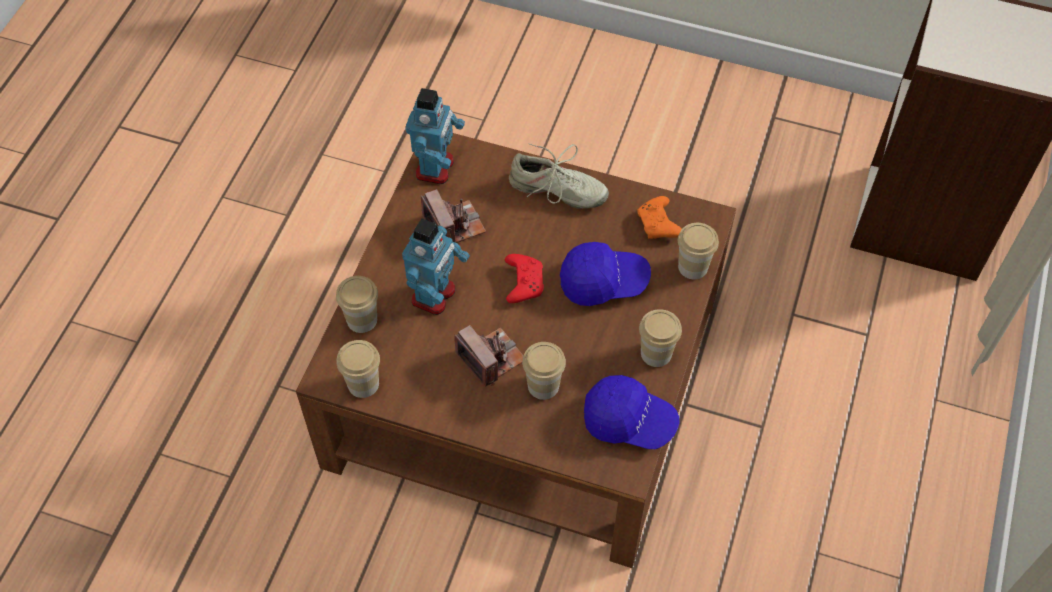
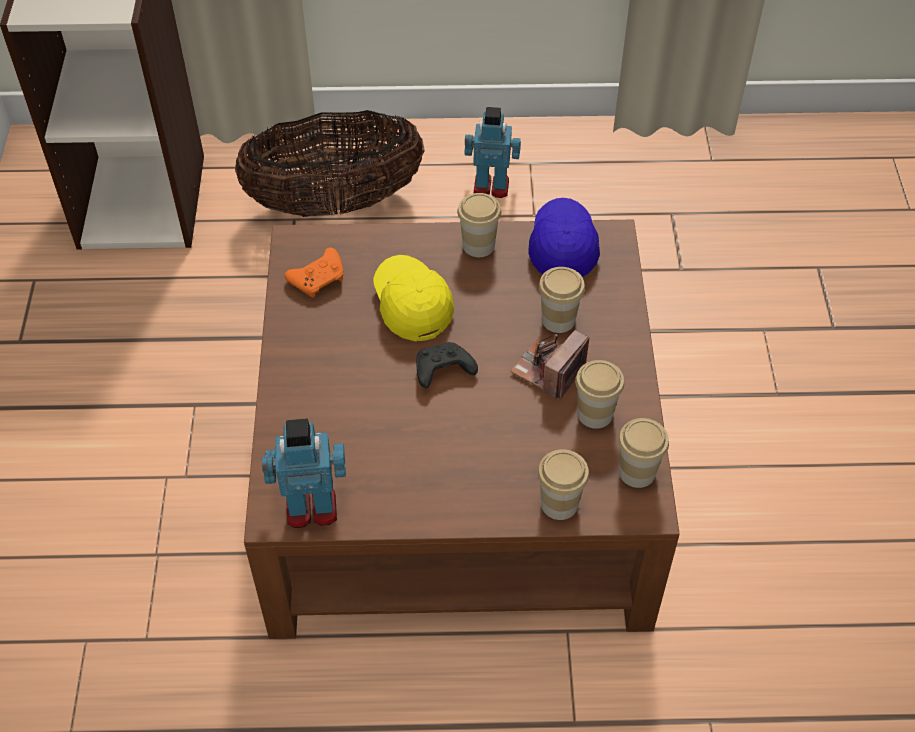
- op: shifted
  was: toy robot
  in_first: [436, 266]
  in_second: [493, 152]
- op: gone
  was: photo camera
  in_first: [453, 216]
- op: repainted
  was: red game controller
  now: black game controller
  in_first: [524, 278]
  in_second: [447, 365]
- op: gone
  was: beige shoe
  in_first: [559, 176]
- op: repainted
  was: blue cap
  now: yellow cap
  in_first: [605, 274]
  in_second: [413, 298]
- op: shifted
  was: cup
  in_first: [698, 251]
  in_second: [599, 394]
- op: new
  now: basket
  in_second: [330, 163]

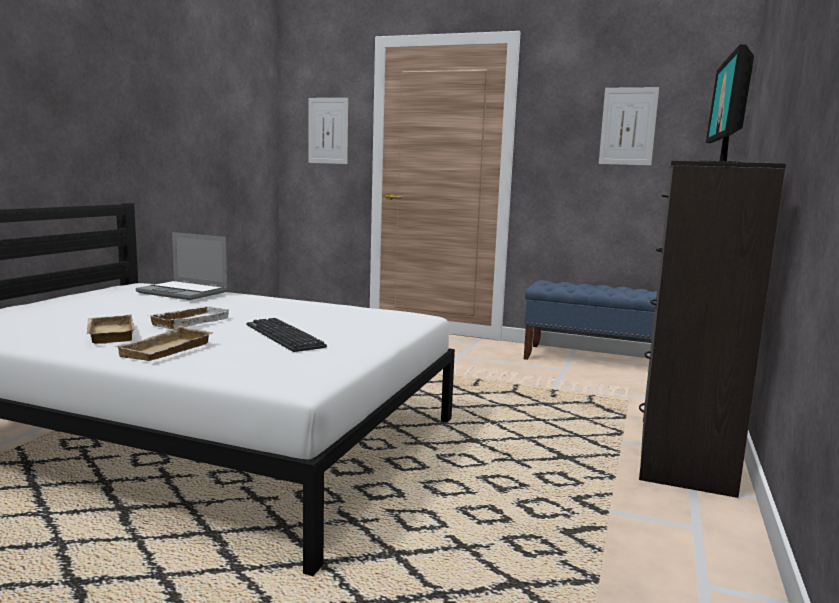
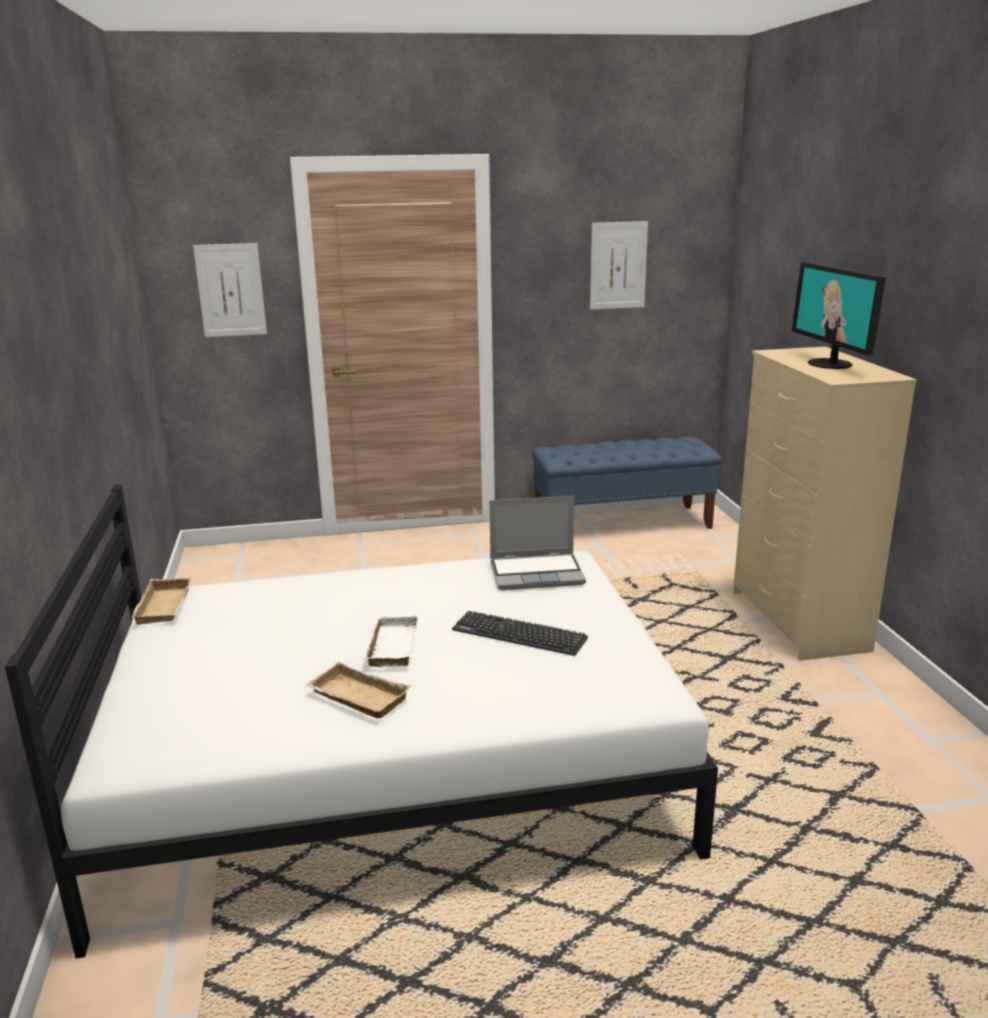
- op: shifted
  was: beige tray
  in_first: [164, 343]
  in_second: [162, 601]
- op: shifted
  was: laptop
  in_first: [182, 266]
  in_second: [537, 543]
- op: repainted
  was: black dresser
  now: beige dresser
  in_first: [712, 329]
  in_second: [825, 504]

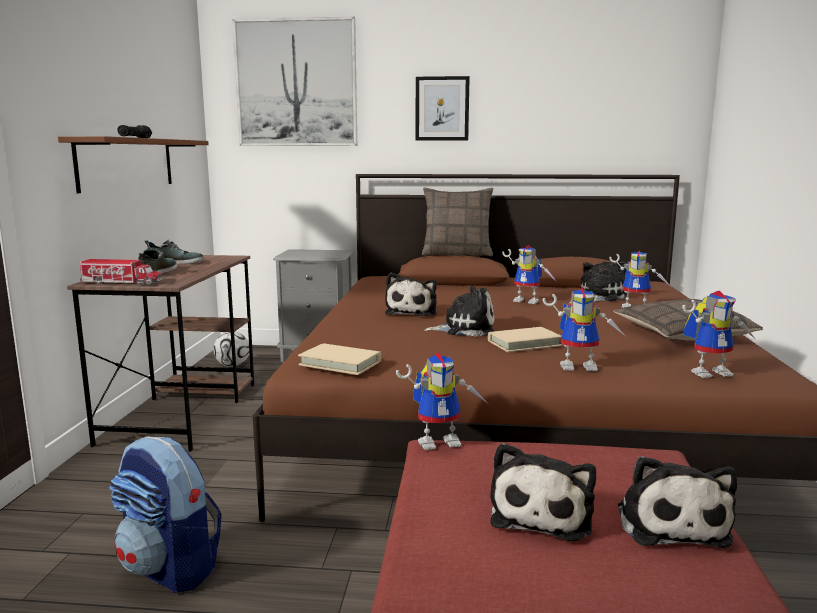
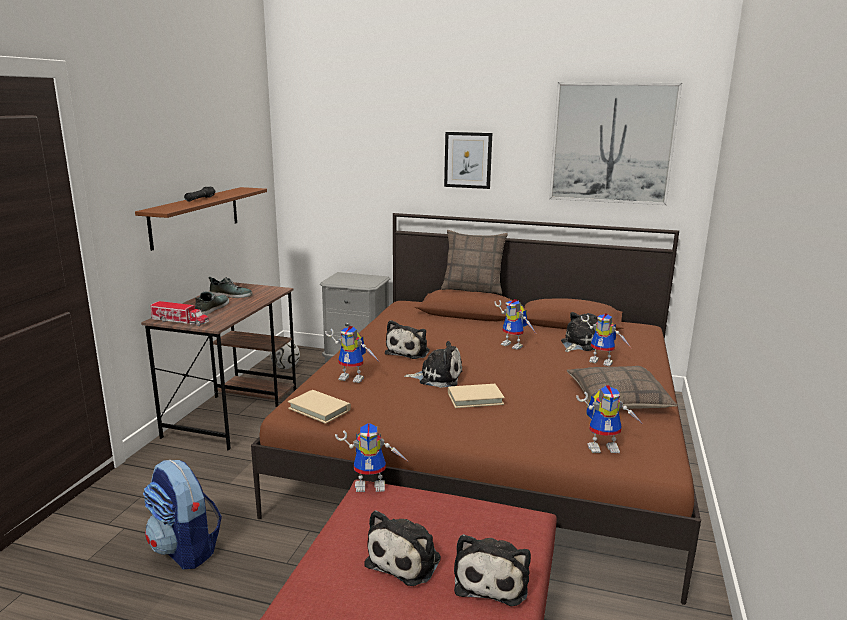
- op: shifted
  was: picture
  in_first: [294, 81]
  in_second: [615, 143]
- op: shifted
  was: toy robot
  in_first: [585, 329]
  in_second: [352, 354]

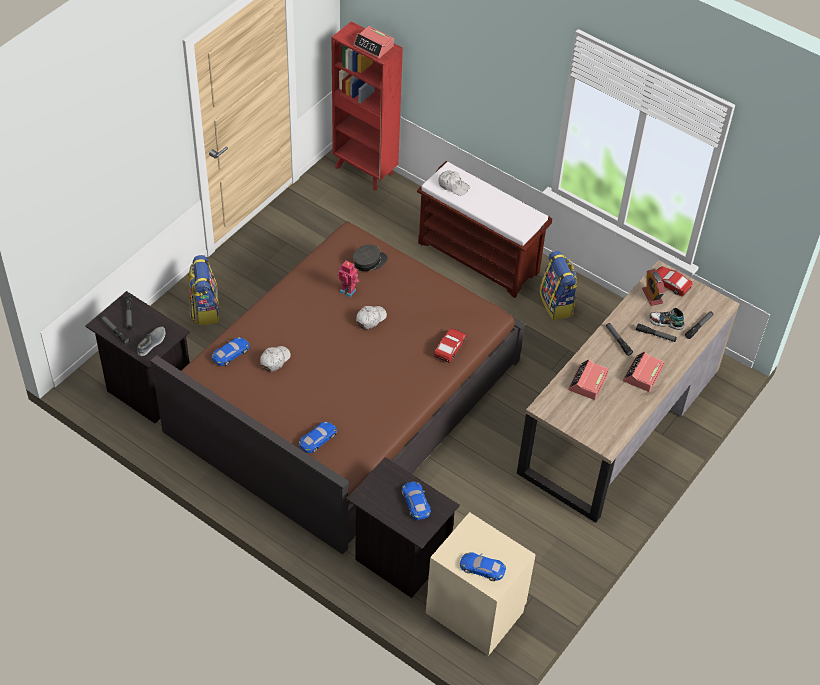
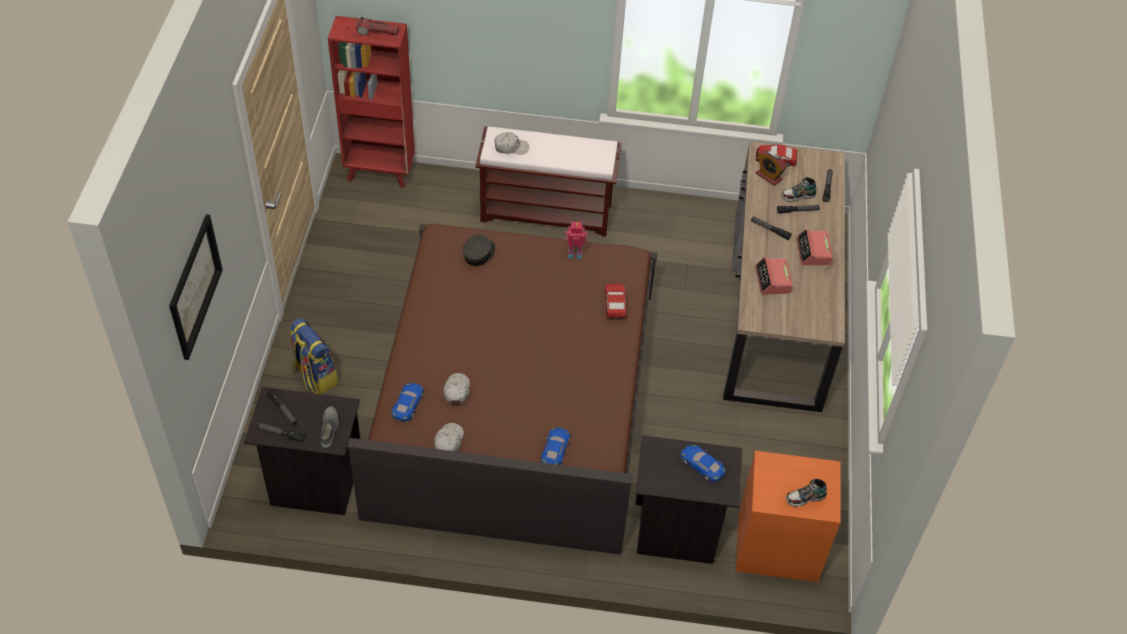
- op: shifted
  was: toy robot
  in_first: [348, 278]
  in_second: [576, 240]
- op: swapped
  was: alarm clock
  now: flashlight
  in_first: [373, 42]
  in_second: [377, 26]
- op: shifted
  was: white cap
  in_first: [371, 317]
  in_second: [449, 437]
- op: repainted
  was: beige nightstand
  now: orange nightstand
  in_first: [481, 584]
  in_second: [788, 516]
- op: swapped
  was: blue toy car
  now: shoe
  in_first: [483, 566]
  in_second: [806, 493]
- op: gone
  was: backpack
  in_first: [559, 285]
- op: new
  now: picture
  in_second: [196, 287]

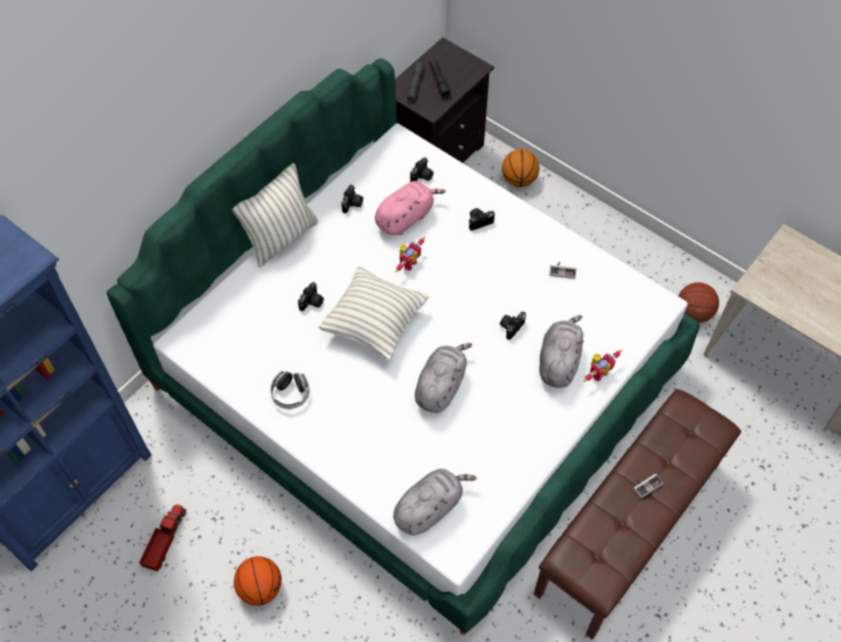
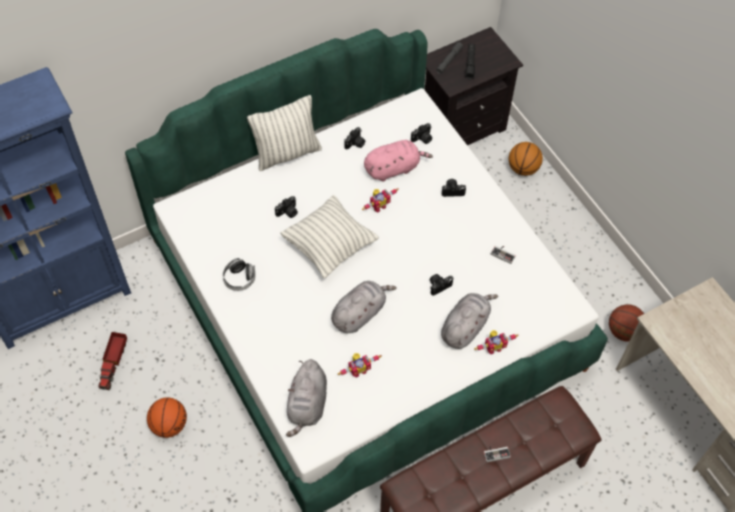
- op: rotated
  was: toy truck
  in_first: [162, 538]
  in_second: [112, 361]
  clockwise: 150
- op: rotated
  was: grey plush toy
  in_first: [435, 502]
  in_second: [306, 398]
  clockwise: 120
- op: new
  now: toy robot
  in_second: [360, 365]

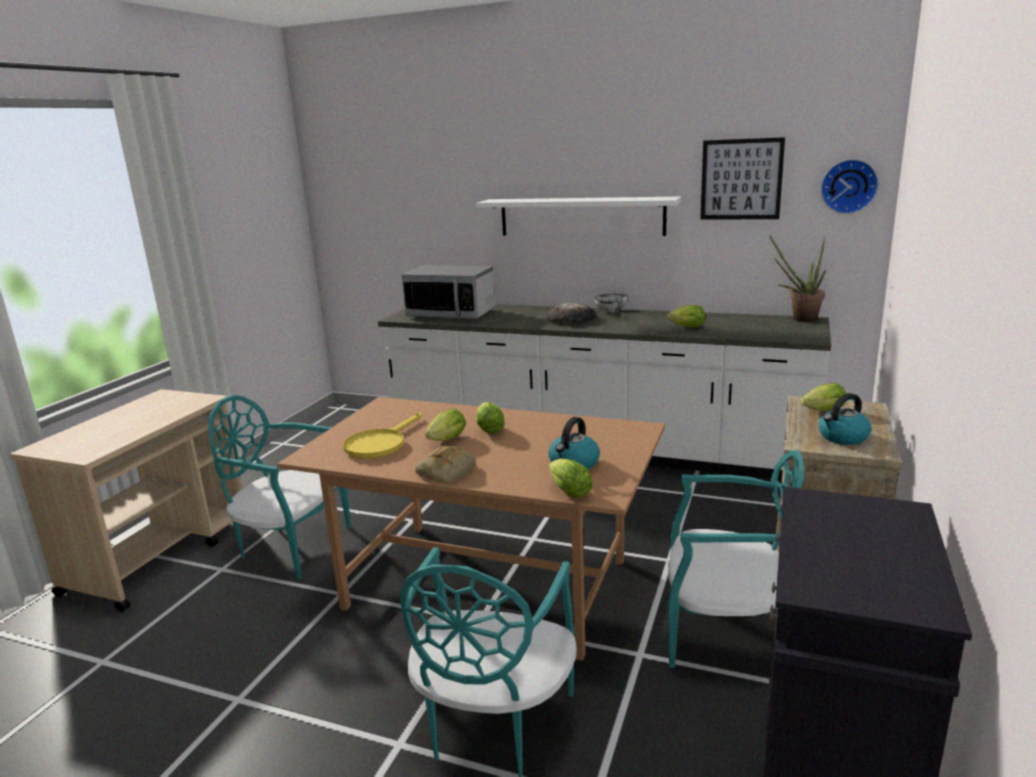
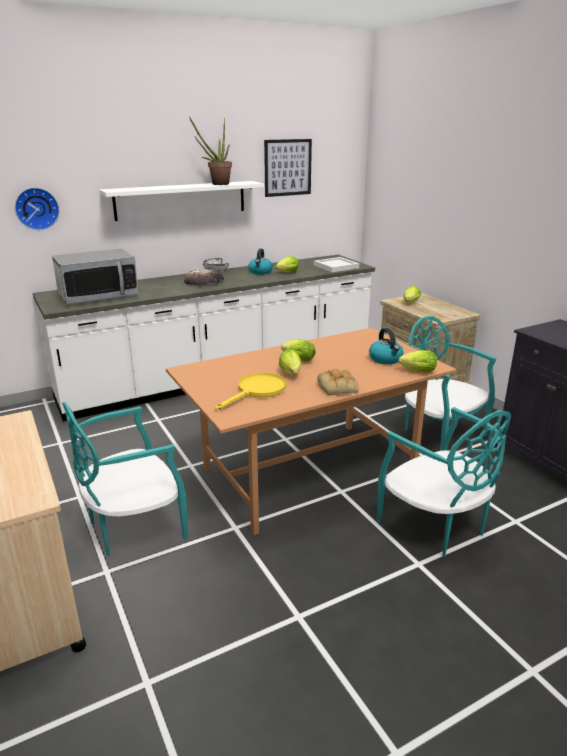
- op: rotated
  was: yellow frying pan
  in_first: [382, 435]
  in_second: [250, 391]
  clockwise: -120
- op: rotated
  was: turquoise chair
  in_first: [736, 559]
  in_second: [450, 383]
  clockwise: -90
- op: shifted
  was: potted plant
  in_first: [797, 278]
  in_second: [210, 150]
- op: shifted
  was: kettle
  in_first: [845, 419]
  in_second: [260, 262]
- op: shifted
  was: wall clock
  in_first: [850, 186]
  in_second: [37, 208]
- op: new
  now: white tray
  in_second: [336, 264]

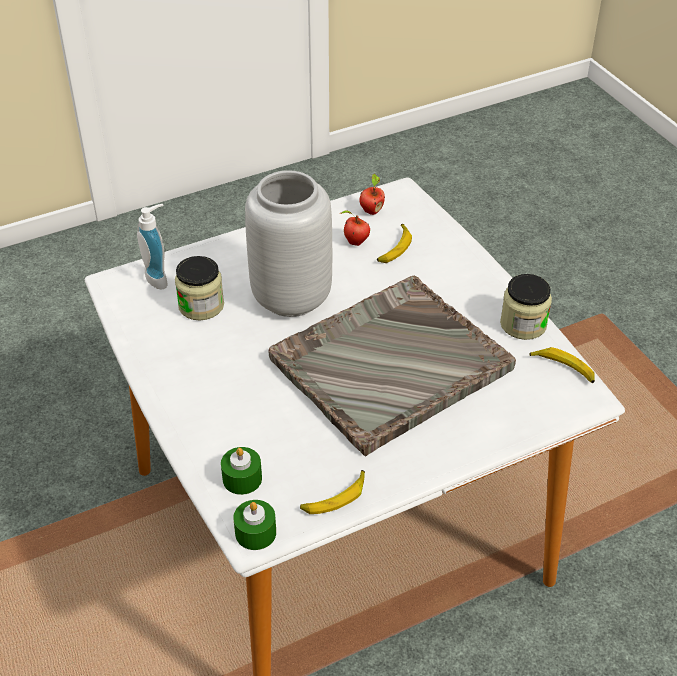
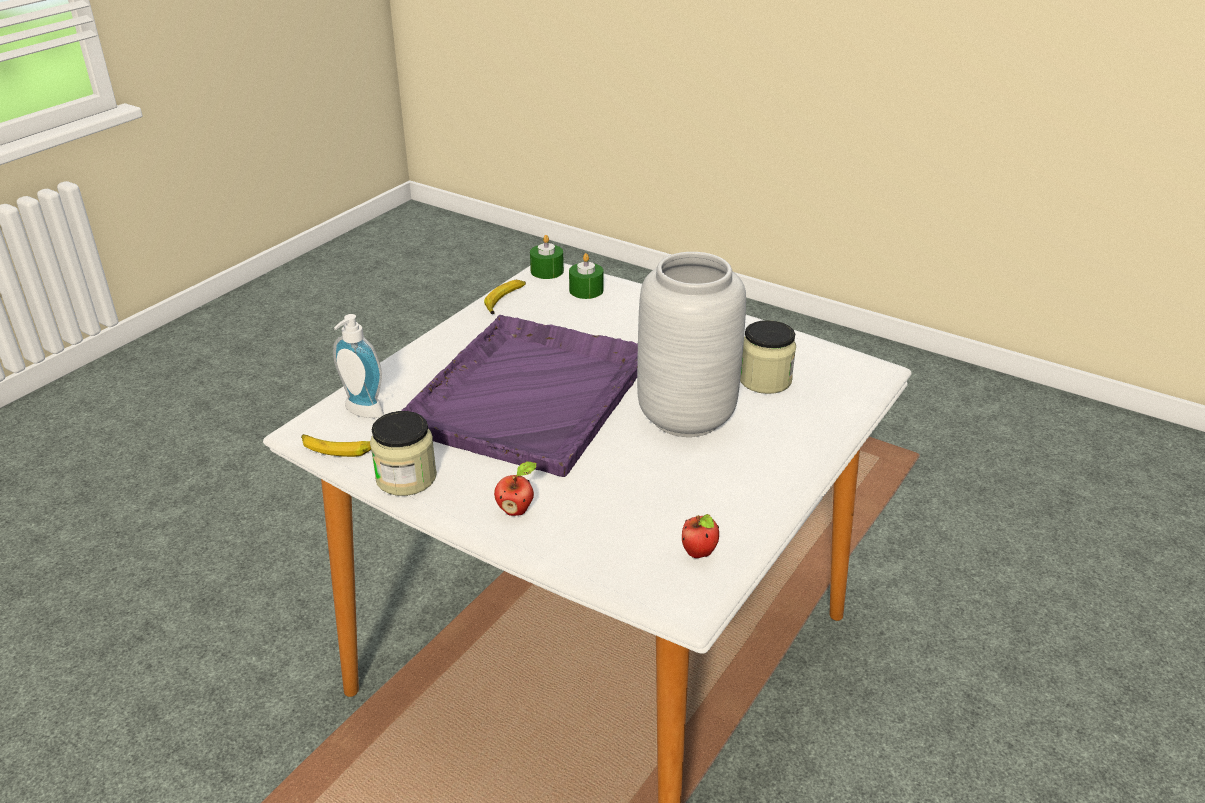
- op: shifted
  was: soap dispenser
  in_first: [152, 246]
  in_second: [358, 366]
- op: repainted
  was: grey tray
  now: purple tray
  in_first: [392, 366]
  in_second: [519, 396]
- op: shifted
  was: apple
  in_first: [355, 228]
  in_second: [515, 489]
- op: gone
  was: banana
  in_first: [394, 243]

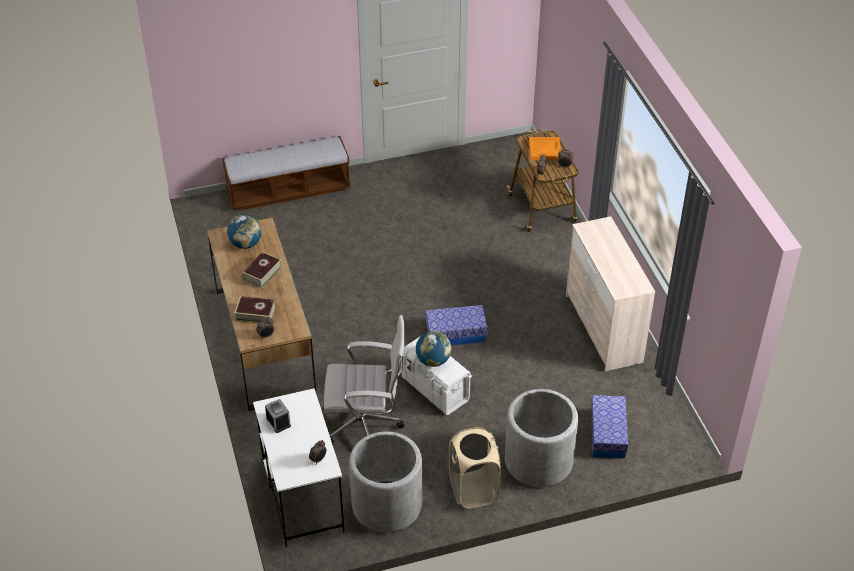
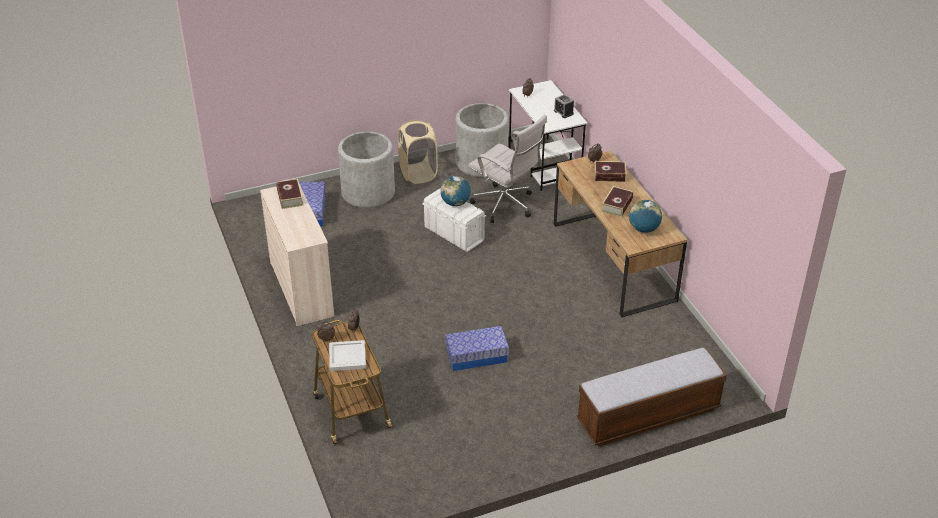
- op: rotated
  was: white office chair
  in_first: [364, 380]
  in_second: [507, 168]
  clockwise: -135
- op: shifted
  was: storage box
  in_first: [456, 325]
  in_second: [477, 348]
- op: repainted
  was: orange tray
  now: white tray
  in_first: [545, 148]
  in_second: [347, 355]
- op: new
  now: book
  in_second: [290, 194]

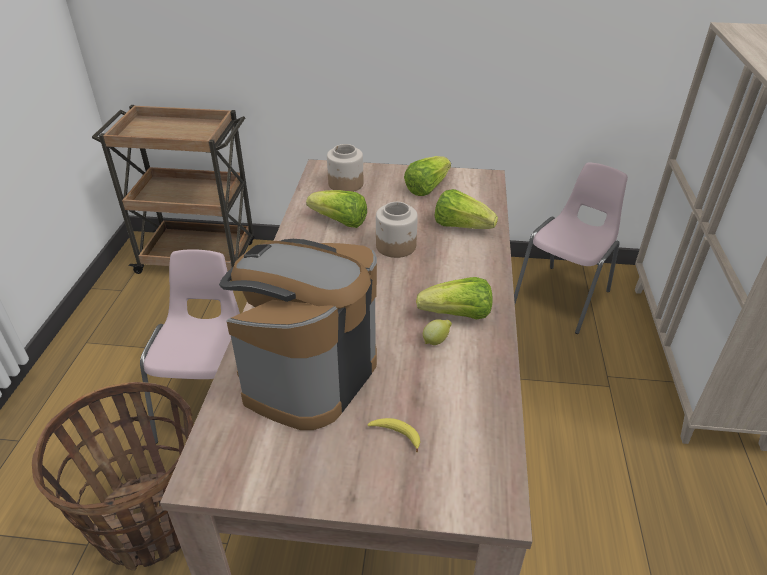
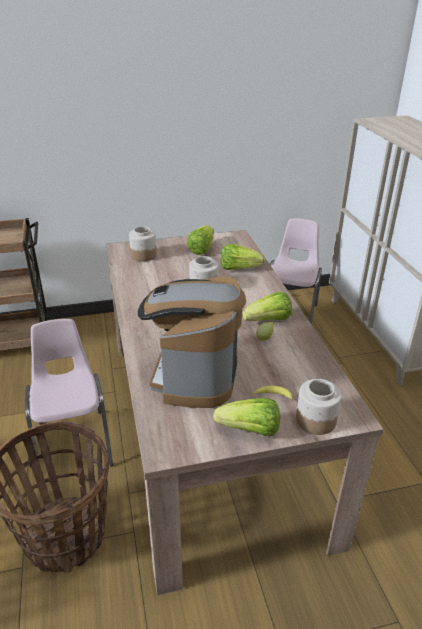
- op: shifted
  was: lettuce
  in_first: [336, 209]
  in_second: [246, 417]
- op: new
  now: jar
  in_second: [318, 407]

